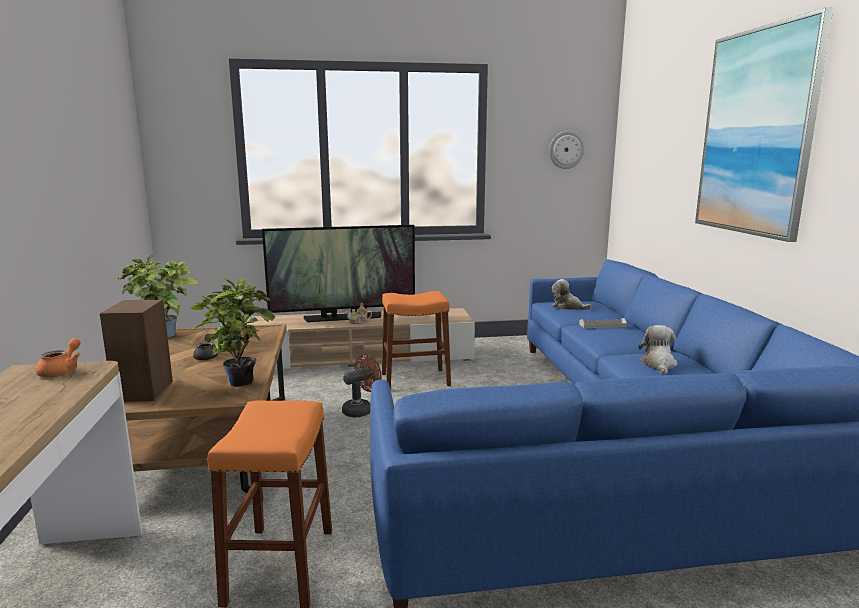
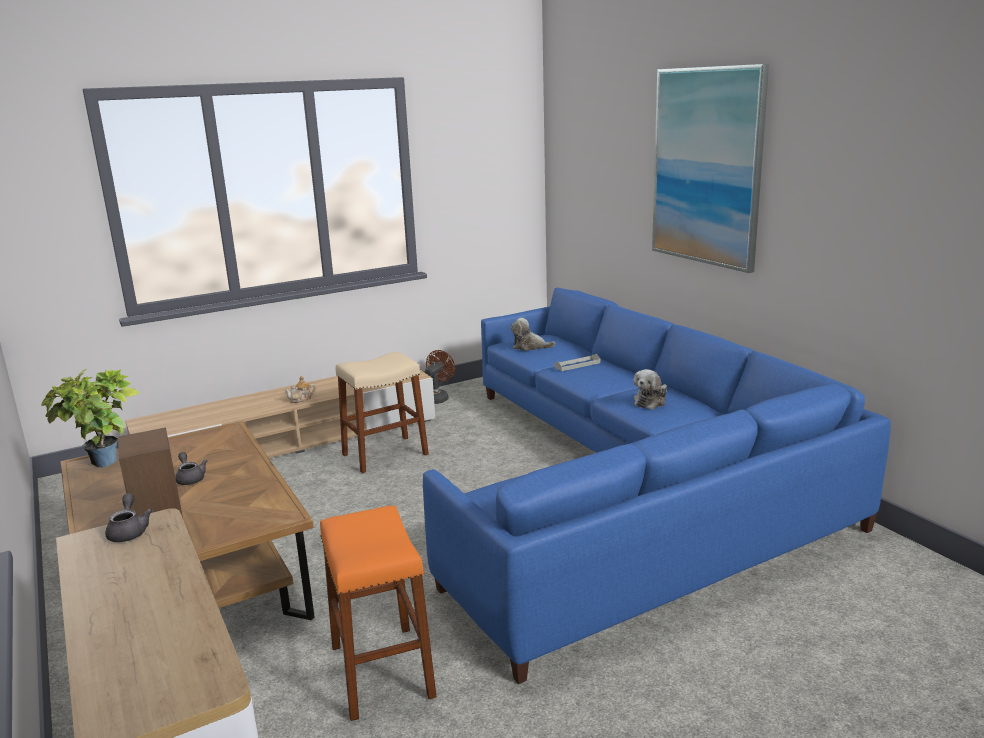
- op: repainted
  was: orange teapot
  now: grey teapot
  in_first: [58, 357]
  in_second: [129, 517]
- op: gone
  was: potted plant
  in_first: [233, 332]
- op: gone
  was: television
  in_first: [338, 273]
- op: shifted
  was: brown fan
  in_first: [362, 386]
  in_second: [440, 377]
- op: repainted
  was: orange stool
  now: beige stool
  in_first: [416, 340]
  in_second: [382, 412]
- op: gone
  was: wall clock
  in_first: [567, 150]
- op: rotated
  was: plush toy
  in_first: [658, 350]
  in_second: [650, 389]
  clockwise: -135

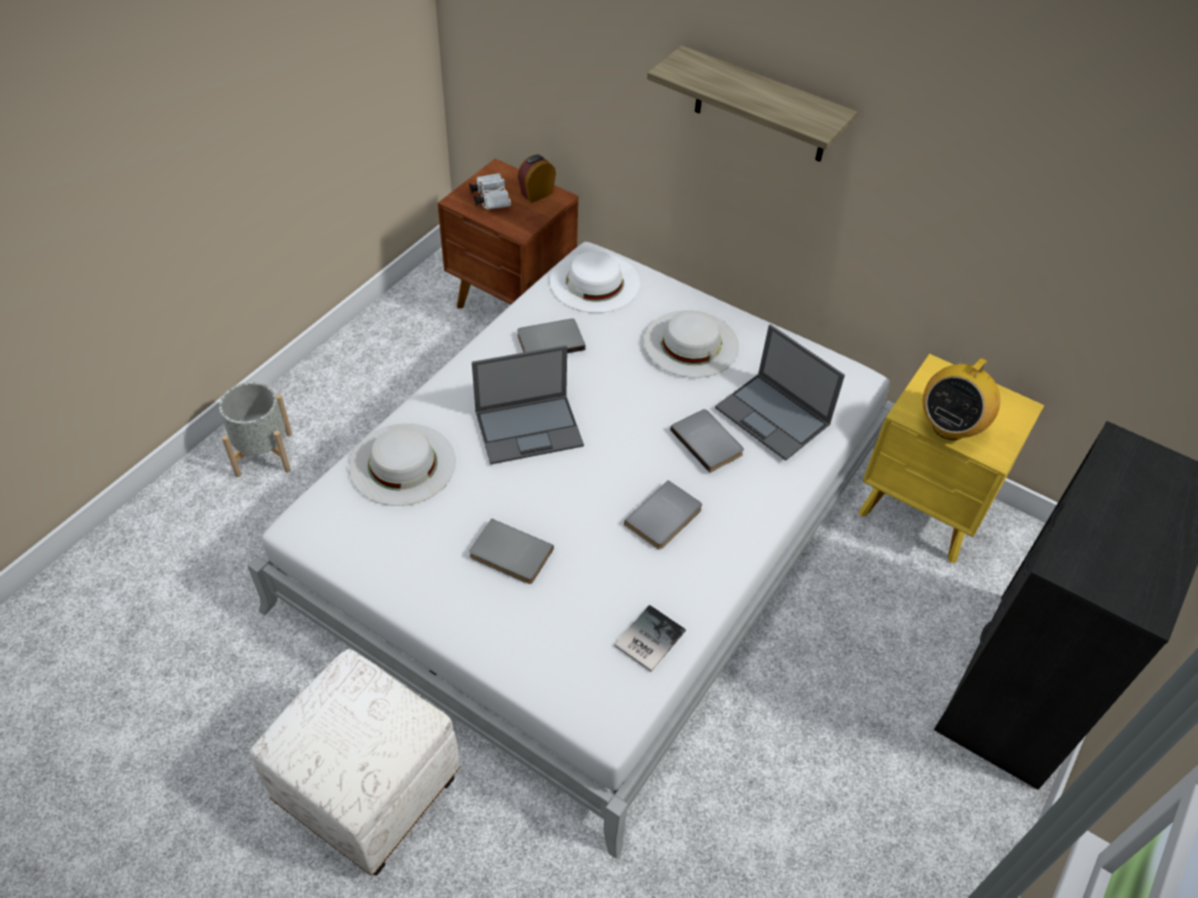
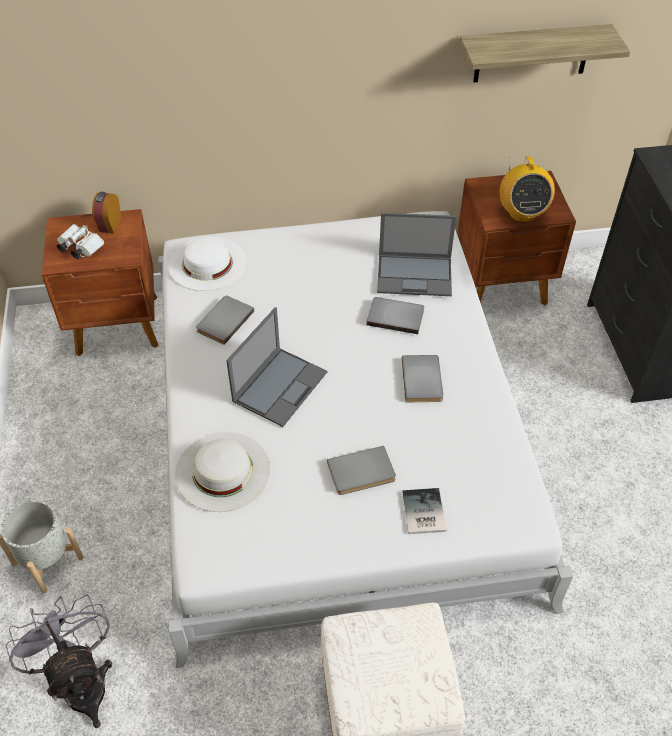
- op: shifted
  was: book
  in_first: [650, 638]
  in_second: [424, 511]
- op: gone
  was: white hat
  in_first: [691, 344]
- op: shifted
  was: shelf
  in_first: [752, 103]
  in_second: [544, 53]
- op: repainted
  was: yellow nightstand
  now: brown nightstand
  in_first: [951, 458]
  in_second: [516, 238]
- op: new
  now: grey fan
  in_second: [59, 661]

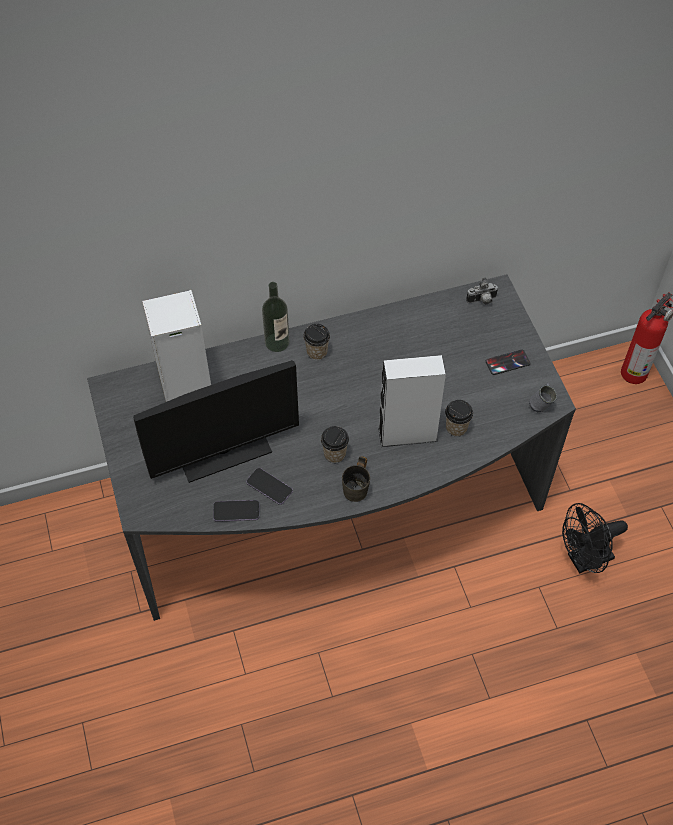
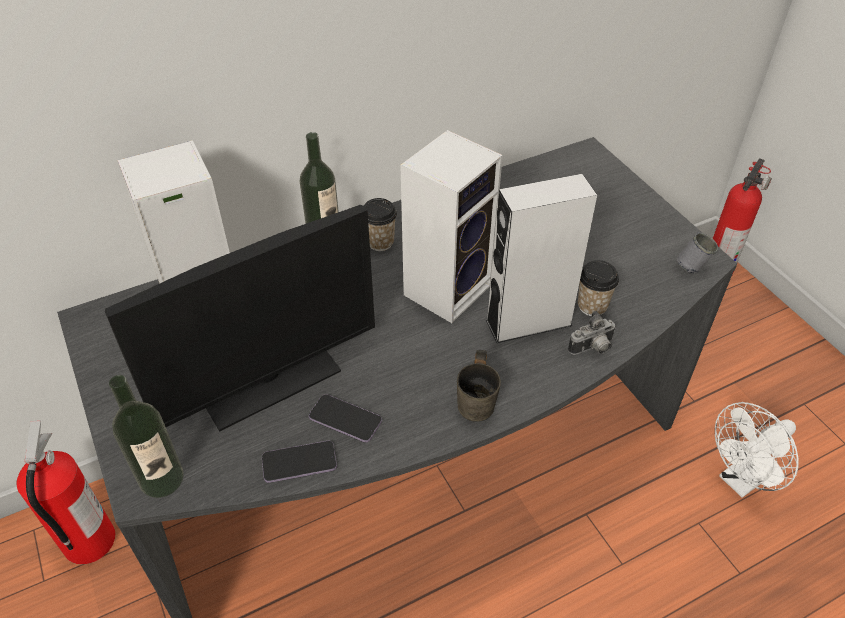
- op: gone
  was: cup
  in_first: [335, 444]
- op: shifted
  was: photo camera
  in_first: [482, 291]
  in_second: [592, 333]
- op: gone
  was: phone
  in_first: [508, 362]
- op: repainted
  was: black fan
  now: white fan
  in_first: [595, 538]
  in_second: [757, 450]
- op: new
  now: fire extinguisher
  in_second: [66, 492]
- op: new
  now: bottle
  in_second: [146, 436]
- op: new
  now: speaker
  in_second: [451, 226]

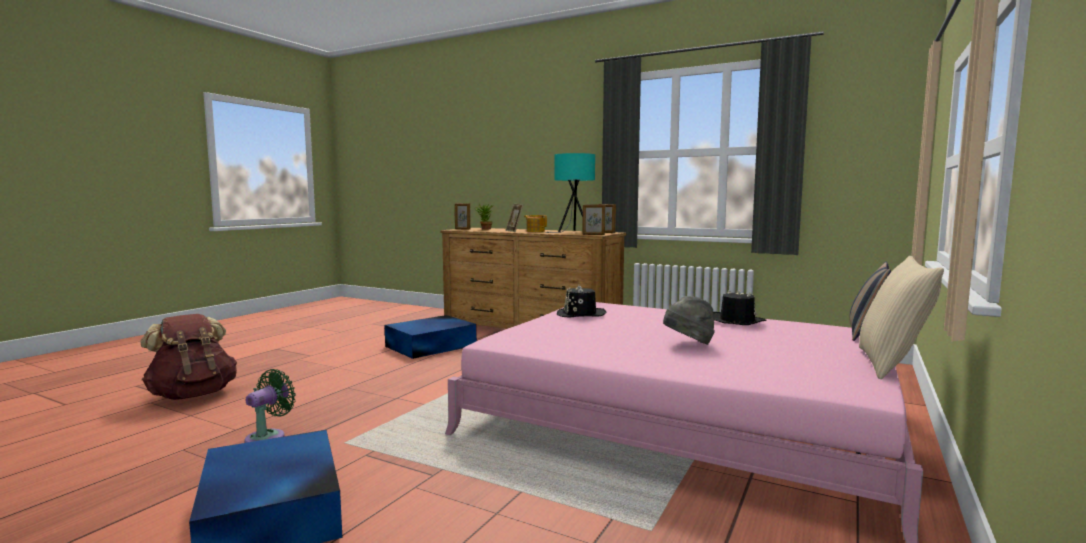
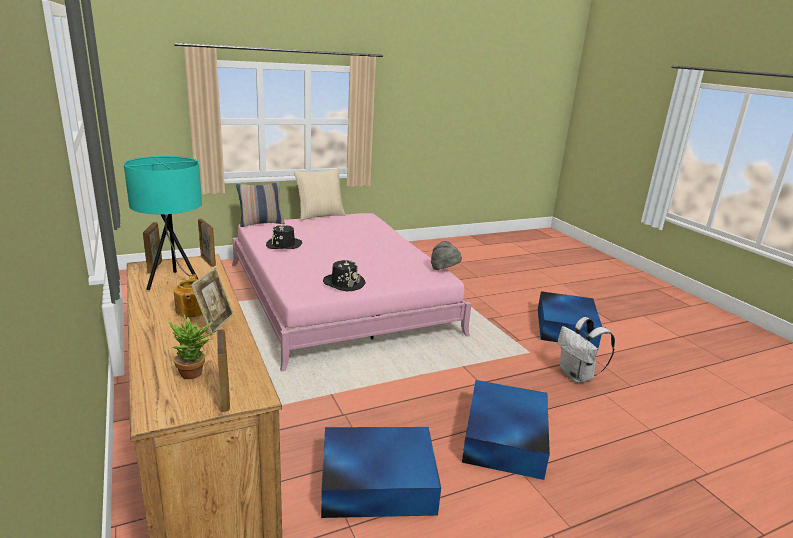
- op: gone
  was: brown backpack
  in_first: [188, 357]
- op: swapped
  was: green fan
  now: white backpack
  in_first: [270, 406]
  in_second: [586, 350]
- op: shifted
  was: grey hat
  in_first: [689, 320]
  in_second: [446, 255]
- op: new
  now: blue storage box
  in_second: [506, 430]

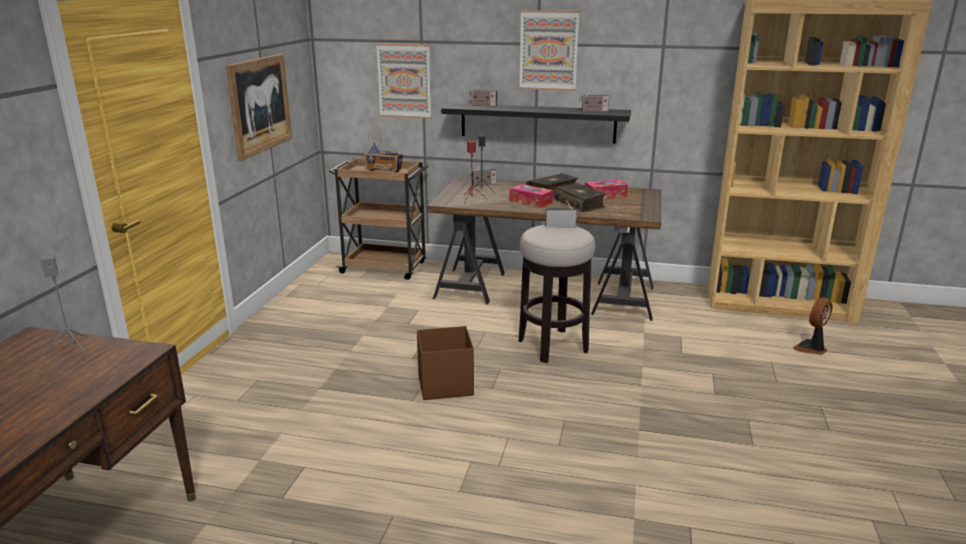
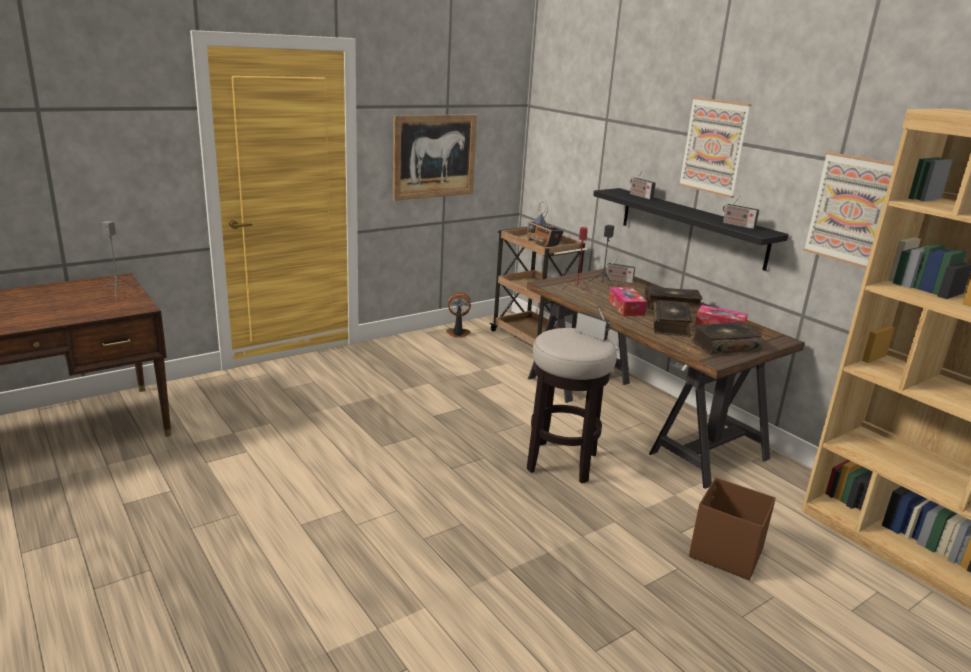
- op: shifted
  was: picture
  in_first: [403, 80]
  in_second: [848, 210]
- op: shifted
  was: brown storage box
  in_first: [445, 363]
  in_second: [732, 528]
- op: shifted
  was: fan
  in_first: [813, 326]
  in_second: [458, 315]
- op: new
  now: book
  in_second: [727, 338]

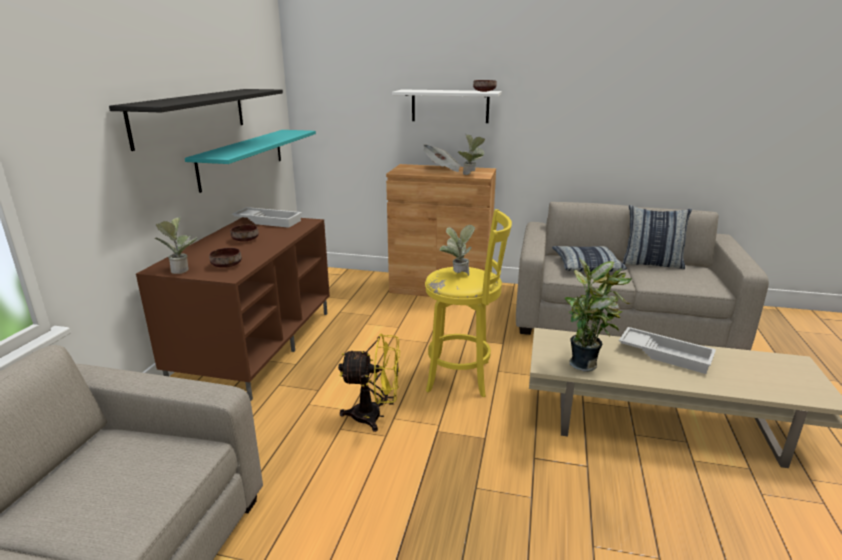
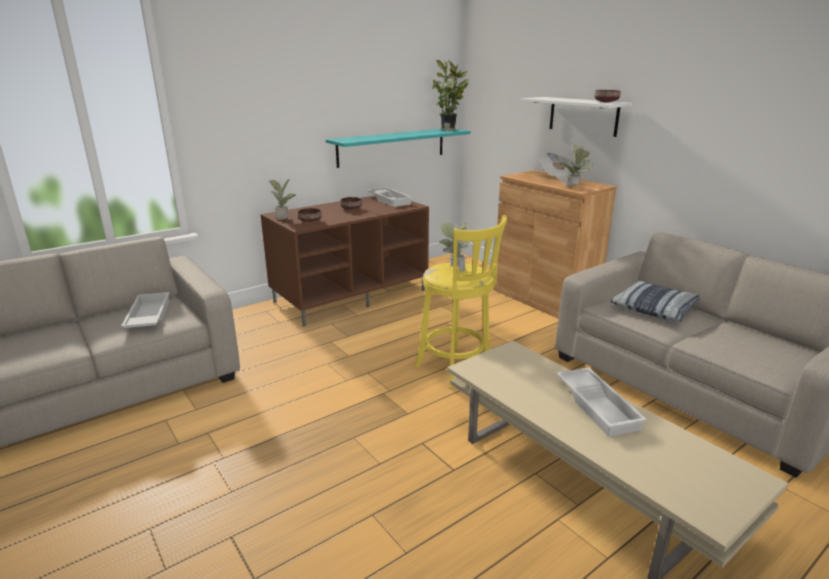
- op: gone
  was: black shelf
  in_first: [196, 120]
- op: gone
  was: yellow fan
  in_first: [369, 383]
- op: shifted
  was: potted plant
  in_first: [598, 315]
  in_second: [450, 95]
- op: gone
  was: pillow
  in_first: [657, 237]
- op: new
  now: white tray
  in_second: [145, 310]

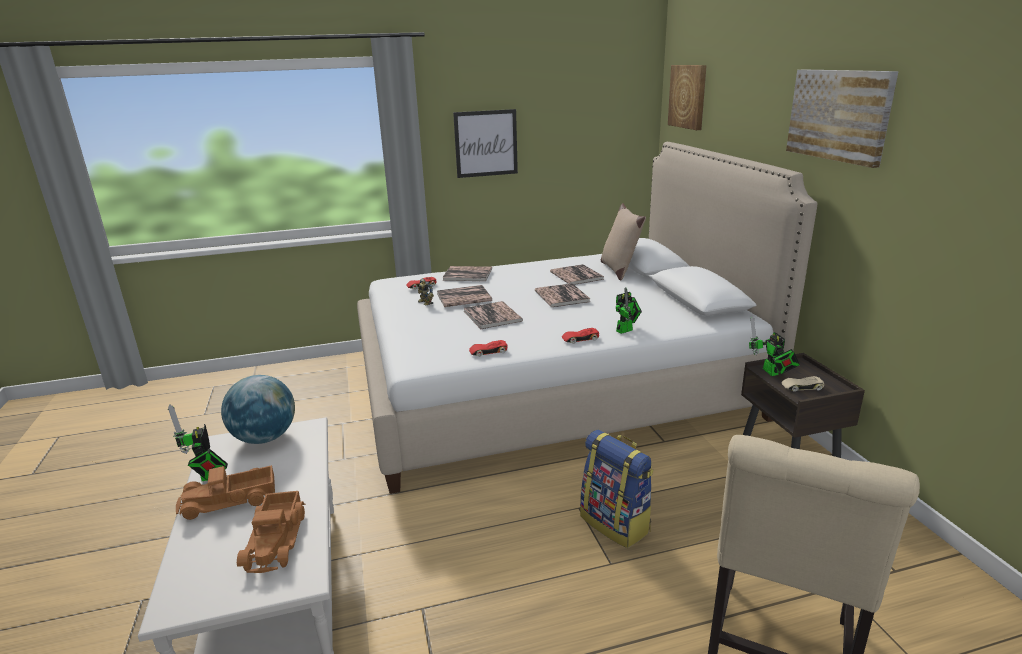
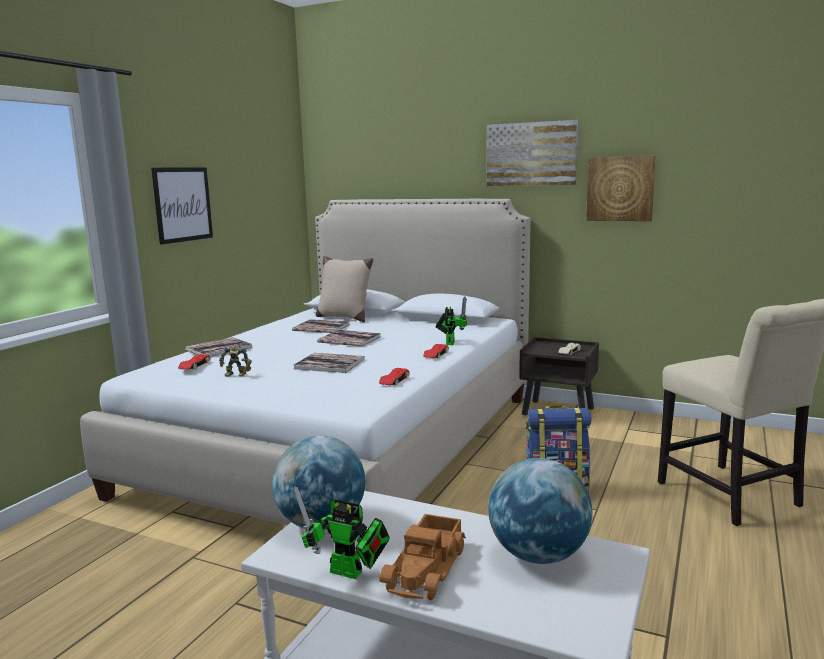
- op: swapped
  was: toy truck
  now: globe
  in_first: [271, 532]
  in_second: [540, 511]
- op: gone
  was: book
  in_first: [464, 296]
- op: shifted
  was: picture
  in_first: [687, 97]
  in_second: [621, 188]
- op: gone
  was: toy robot
  in_first: [774, 346]

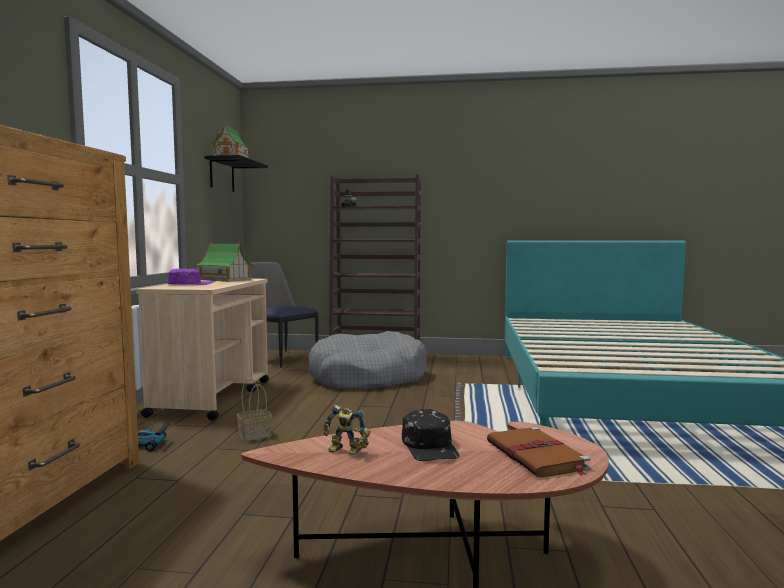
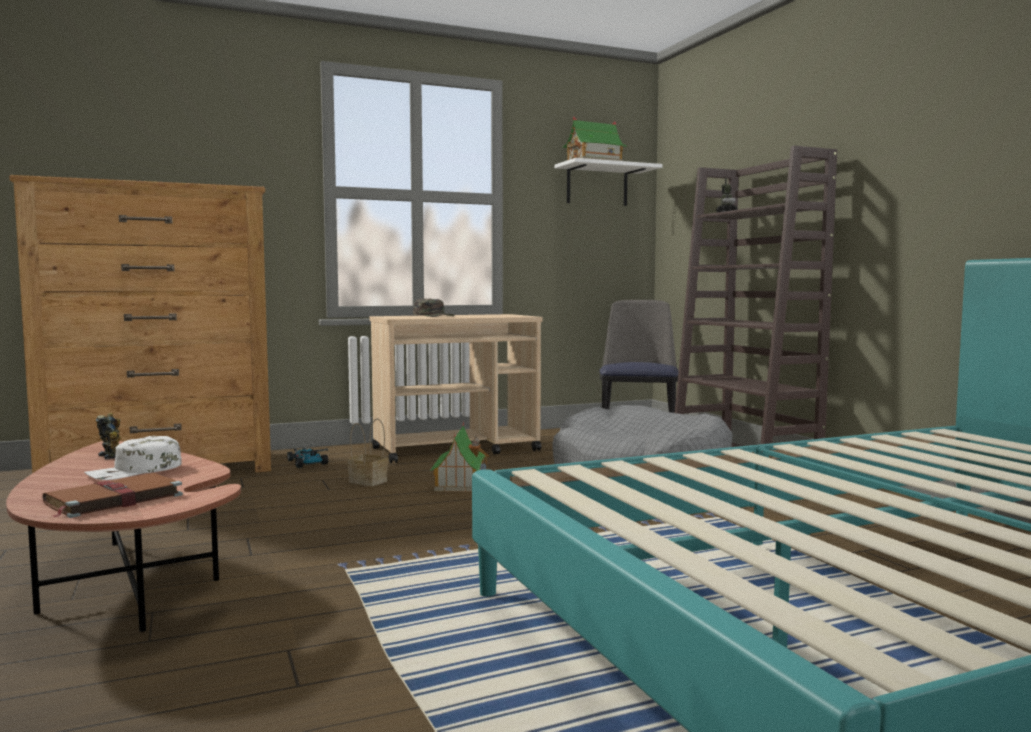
- op: repainted
  was: purple cap
  now: green cap
  in_first: [191, 277]
  in_second: [434, 307]
- op: shifted
  was: toy house
  in_first: [225, 261]
  in_second: [459, 457]
- op: repainted
  was: black shelf
  now: white shelf
  in_first: [236, 173]
  in_second: [609, 182]
- op: rotated
  was: toy robot
  in_first: [347, 430]
  in_second: [108, 436]
  clockwise: 150
- op: repainted
  was: black cap
  now: white cap
  in_first: [431, 435]
  in_second: [133, 458]

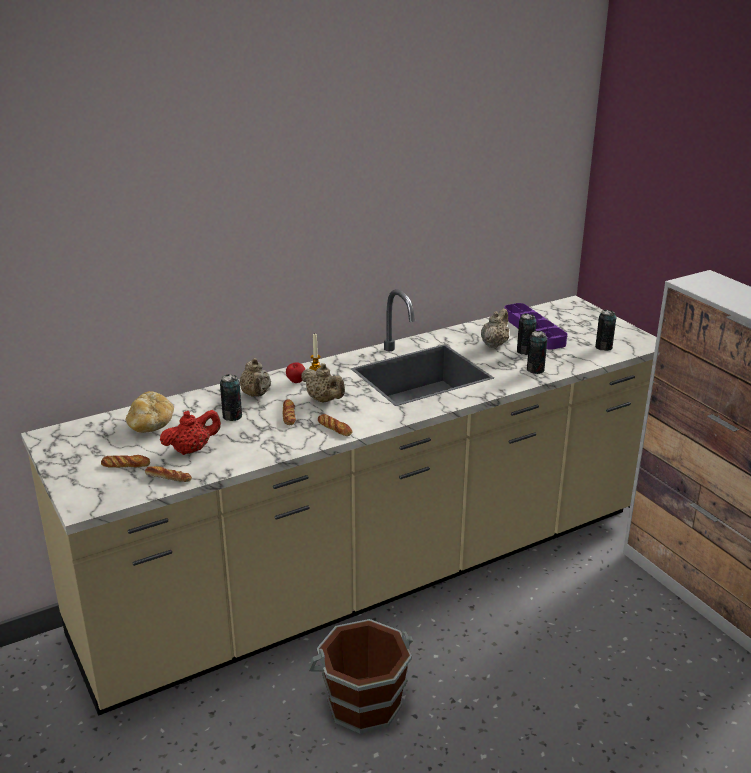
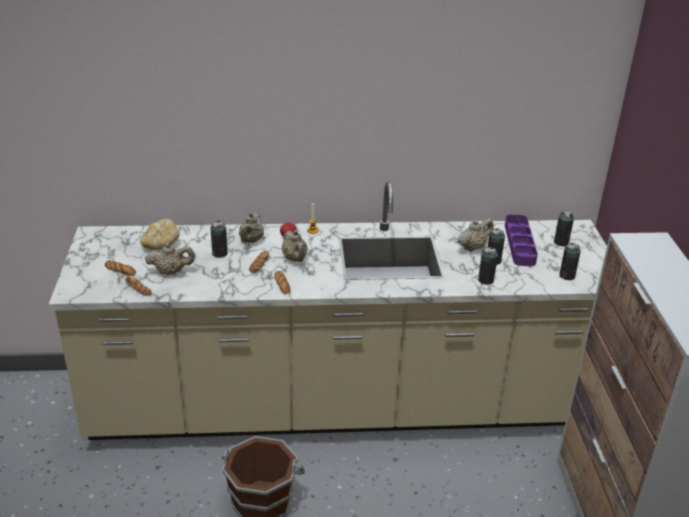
- op: repainted
  was: red teapot
  now: beige teapot
  in_first: [190, 432]
  in_second: [170, 258]
- op: new
  now: can
  in_second: [564, 228]

